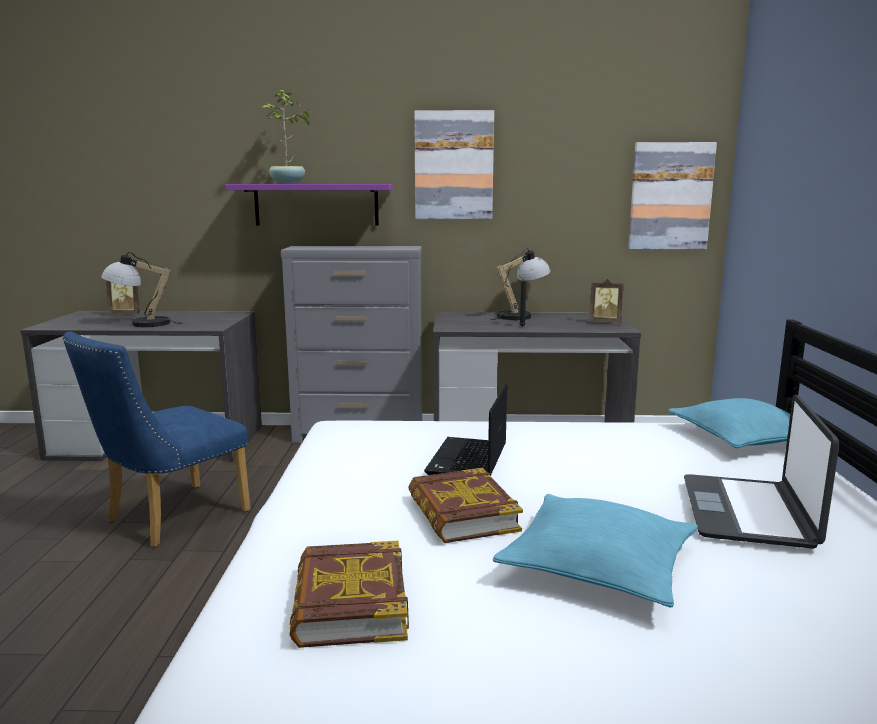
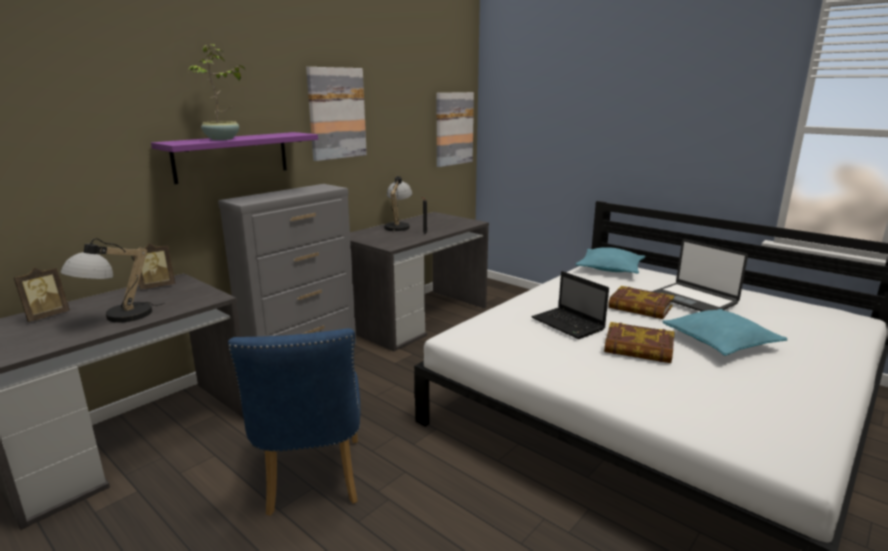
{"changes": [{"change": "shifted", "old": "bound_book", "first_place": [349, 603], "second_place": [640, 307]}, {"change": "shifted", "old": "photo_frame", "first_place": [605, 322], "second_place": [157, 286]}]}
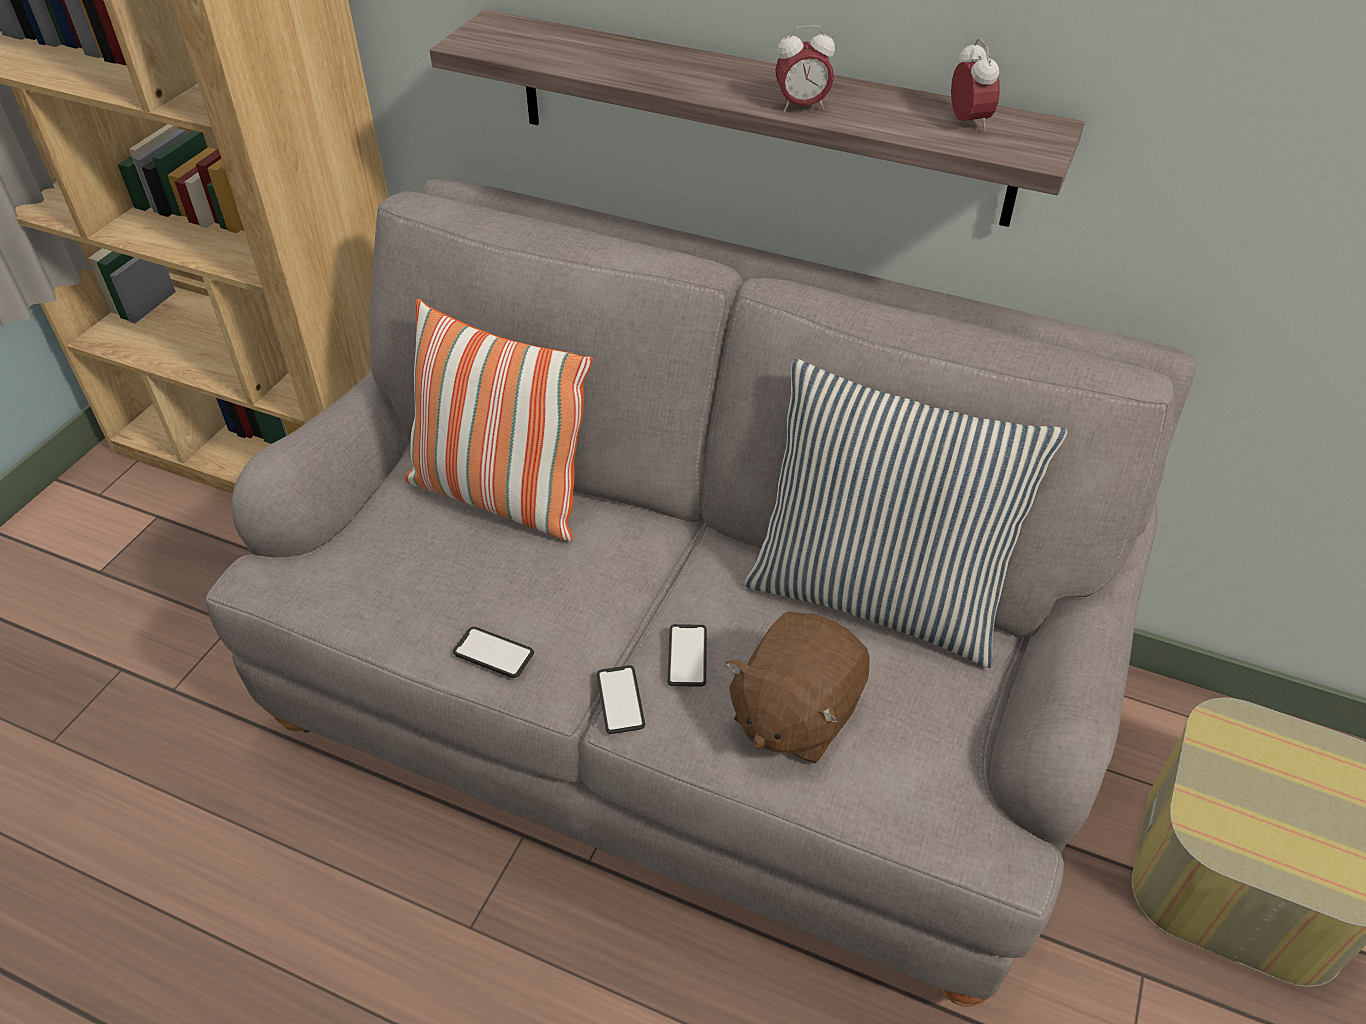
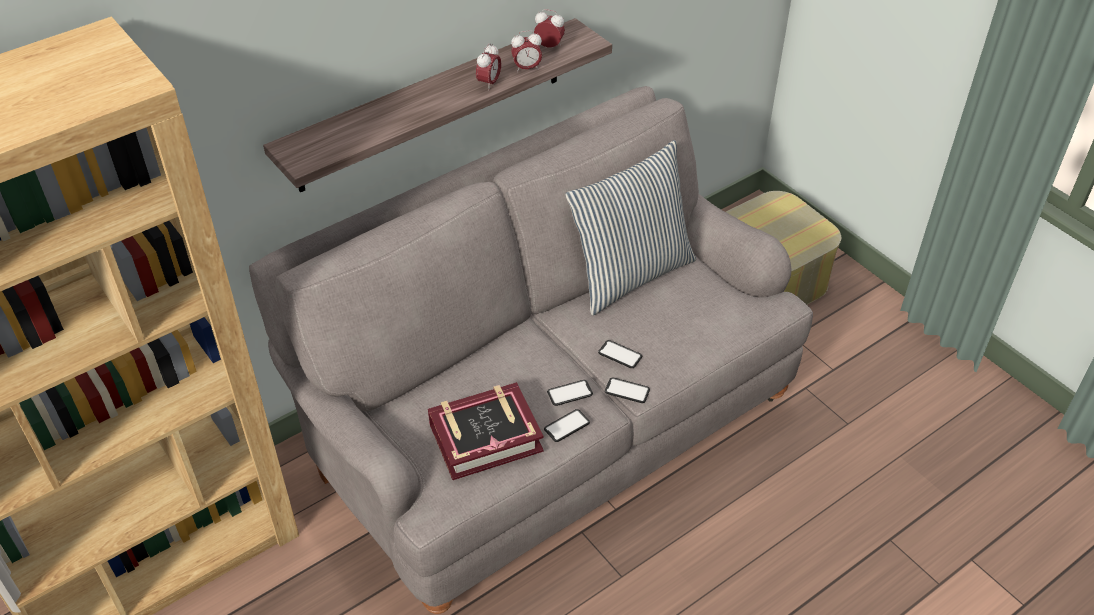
{"changes": [{"change": "gone", "old": "pillow", "first_place": [500, 496]}, {"change": "gone", "old": "brown_soft_toy", "first_place": [794, 713]}, {"change": "new", "new": "bound_book", "second_place": [485, 437]}, {"change": "new", "new": "alarm_clock", "second_place": [526, 68]}, {"change": "new", "new": "phone", "second_place": [569, 393]}]}
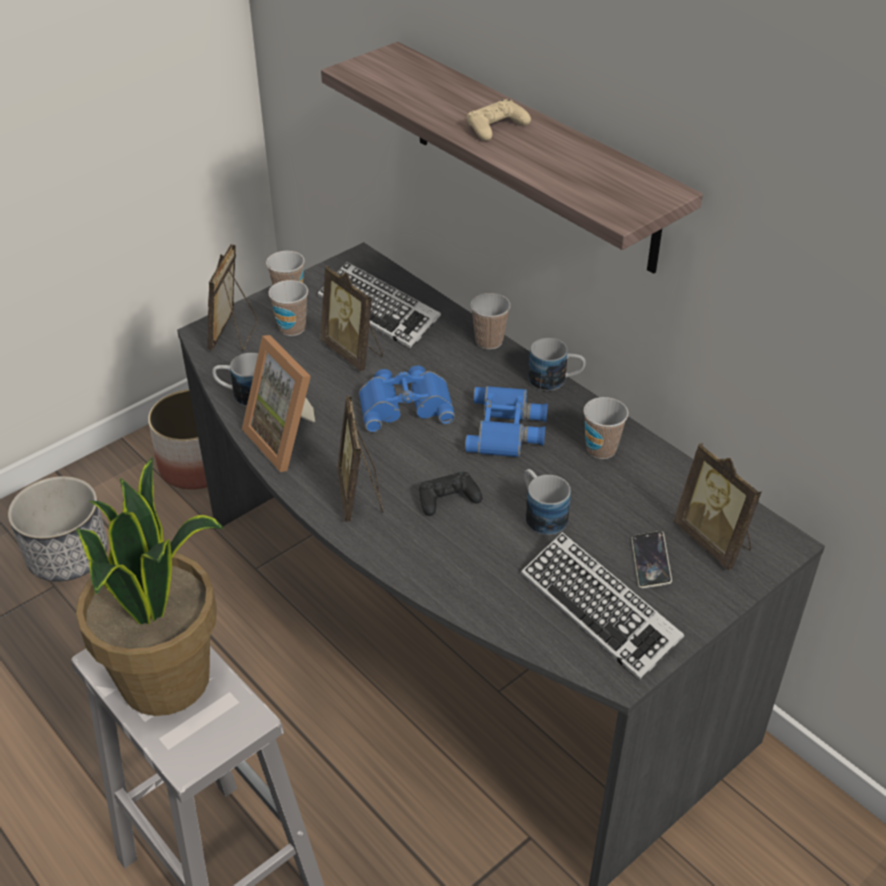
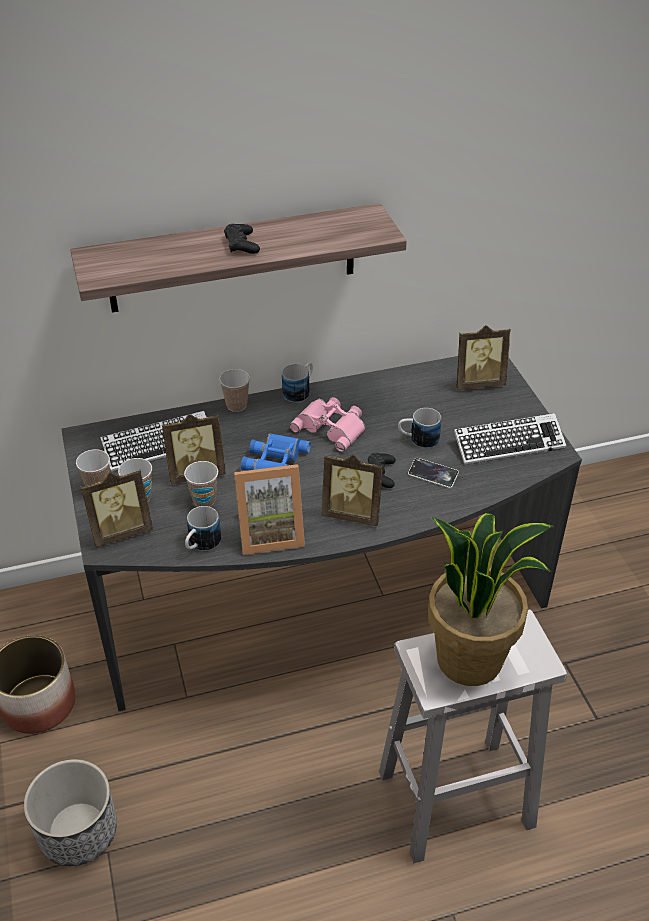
{"changes": [{"change": "shifted", "old": "cup", "first_place": [601, 449], "second_place": [204, 500]}, {"change": "shifted", "old": "phone", "first_place": [650, 562], "second_place": [433, 475]}, {"change": "repainted", "old": "blue-coloured_binoculars", "new": "pinkish_binoculars", "first_place": [508, 429], "second_place": [332, 427]}, {"change": "repainted", "old": "sand-coloured_gamepad", "new": "black_gamepad", "first_place": [496, 127], "second_place": [241, 244]}, {"change": "rotated", "old": "photo_frame", "first_place": [234, 335], "second_place": [121, 531], "degrees": -60}]}
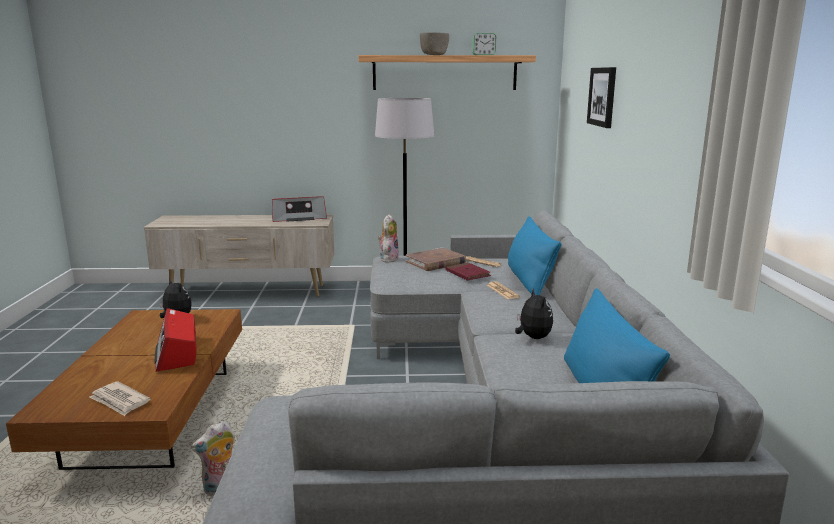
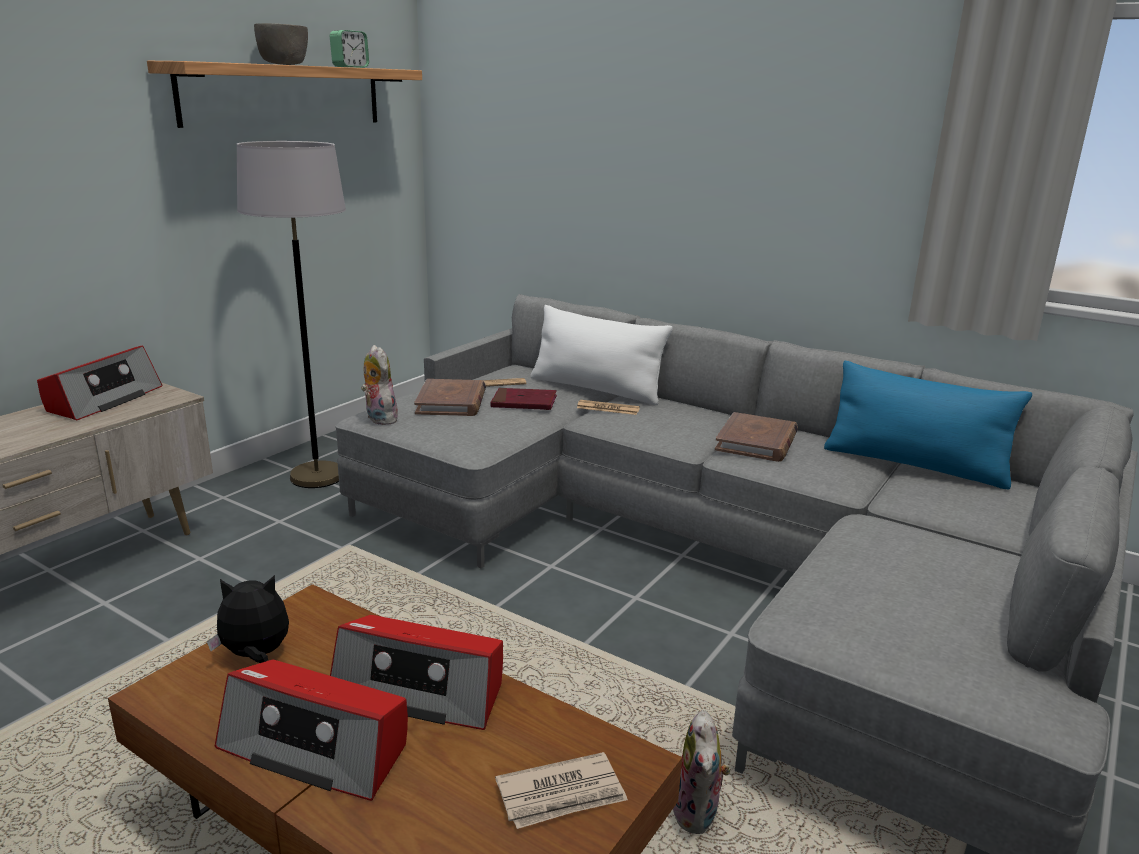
{"changes": [{"change": "gone", "old": "wall_art", "first_place": [602, 96]}, {"change": "new", "new": "radio", "second_place": [317, 746]}, {"change": "swapped", "old": "soft_toy", "new": "brown_bound_book", "first_place": [533, 337], "second_place": [756, 442]}, {"change": "repainted", "old": "blue-coloured_pillow", "new": "whitish_pillow", "first_place": [529, 281], "second_place": [596, 389]}]}
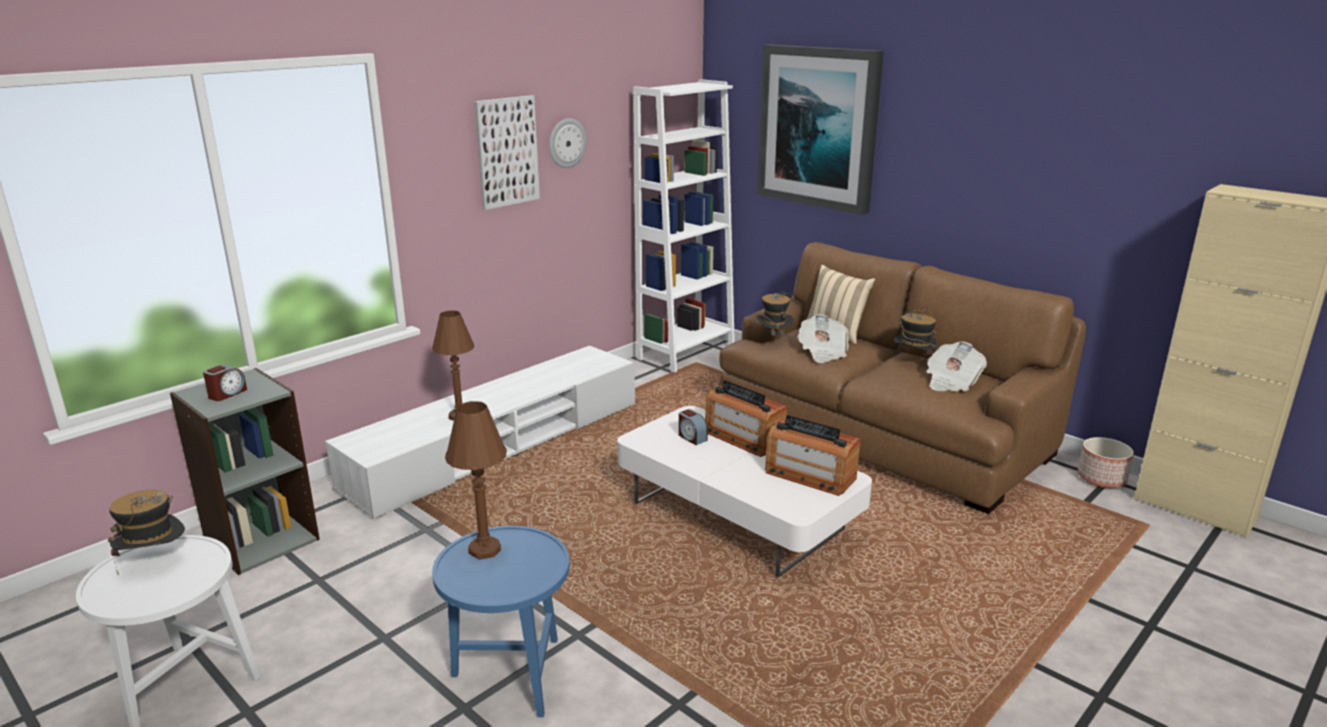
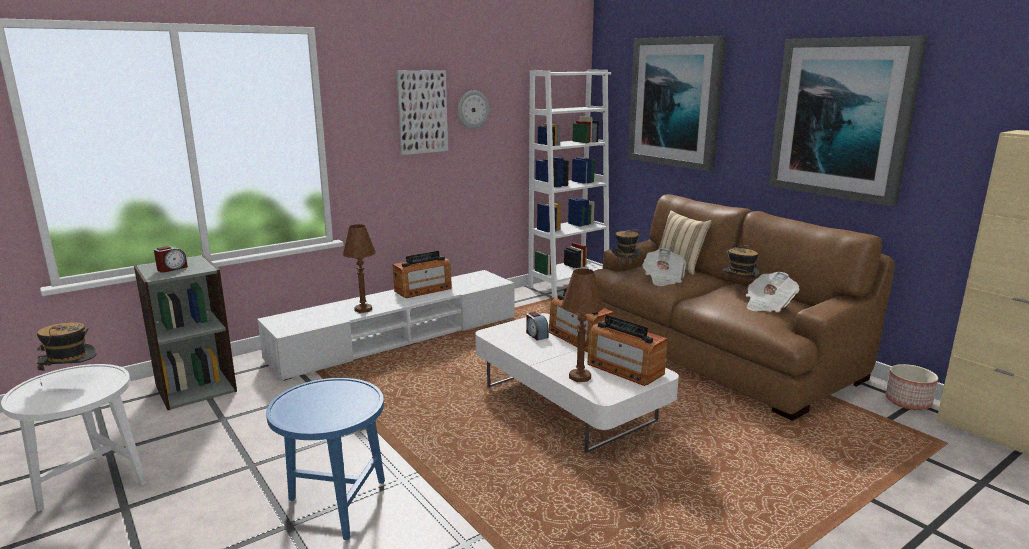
{"changes": [{"change": "new", "new": "radio", "second_place": [423, 290]}, {"change": "new", "new": "wall_art", "second_place": [842, 118]}, {"change": "shifted", "old": "brown_lamp_for_a_table", "first_place": [484, 550], "second_place": [579, 377]}]}
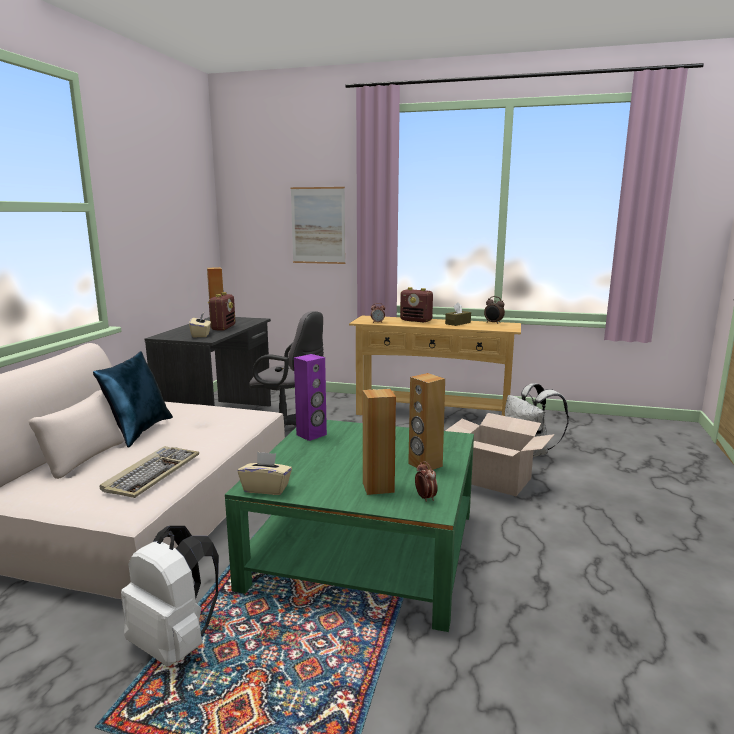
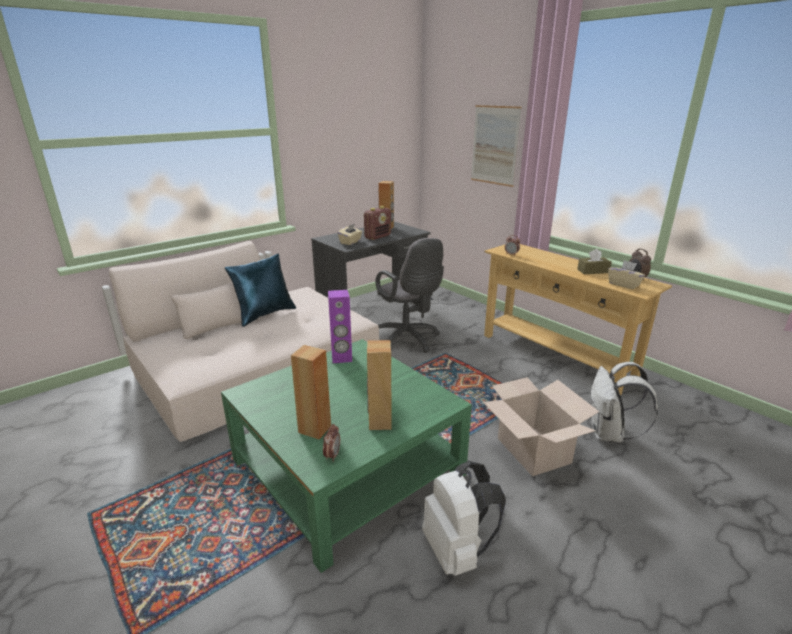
{"changes": [{"change": "gone", "old": "keyboard", "first_place": [152, 474]}, {"change": "gone", "old": "radio", "first_place": [416, 320]}, {"change": "shifted", "old": "whitish_rucksack", "first_place": [175, 643], "second_place": [457, 551]}, {"change": "shifted", "old": "sand-coloured_box_of_tissues", "first_place": [266, 488], "second_place": [624, 284]}]}
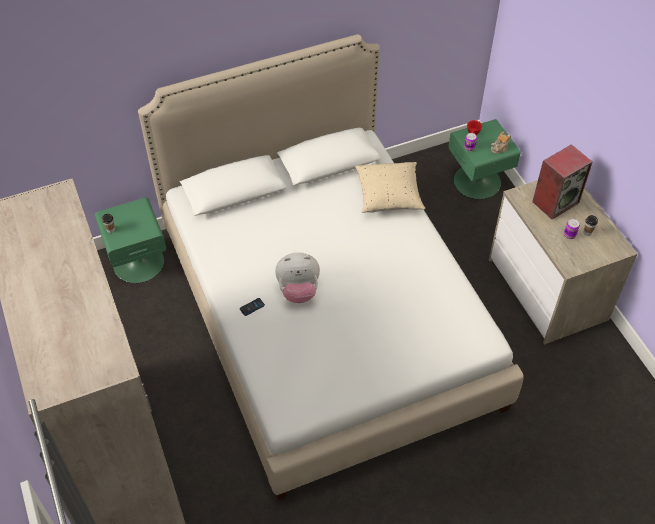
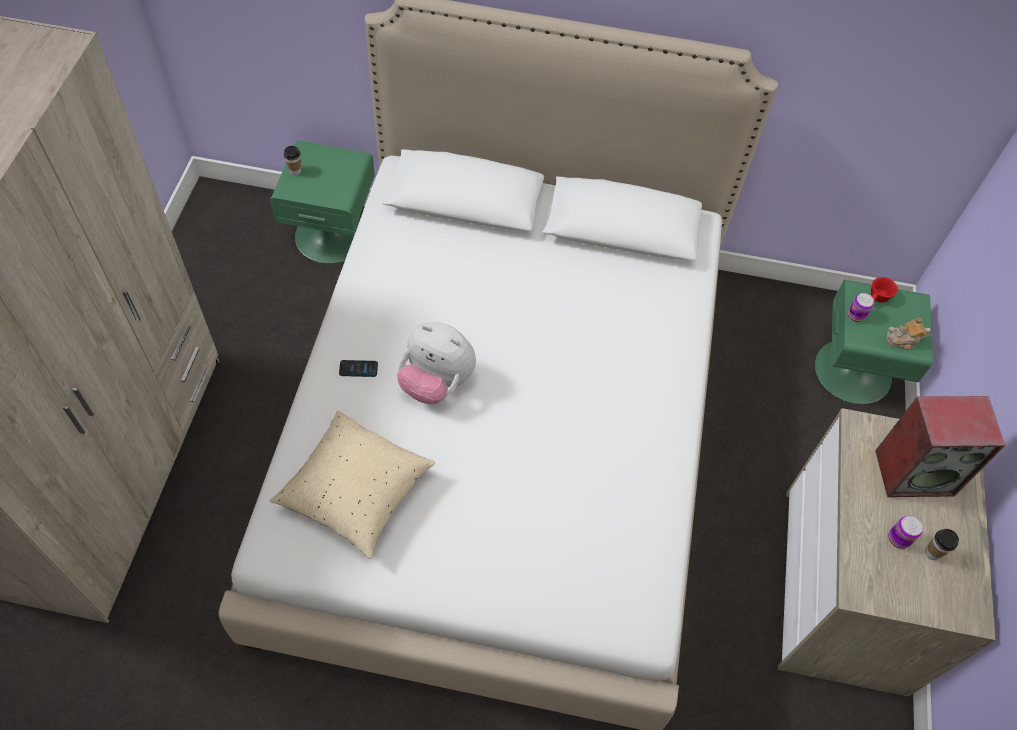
{"changes": [{"change": "shifted", "old": "sand-coloured_pillow", "first_place": [388, 196], "second_place": [356, 492]}]}
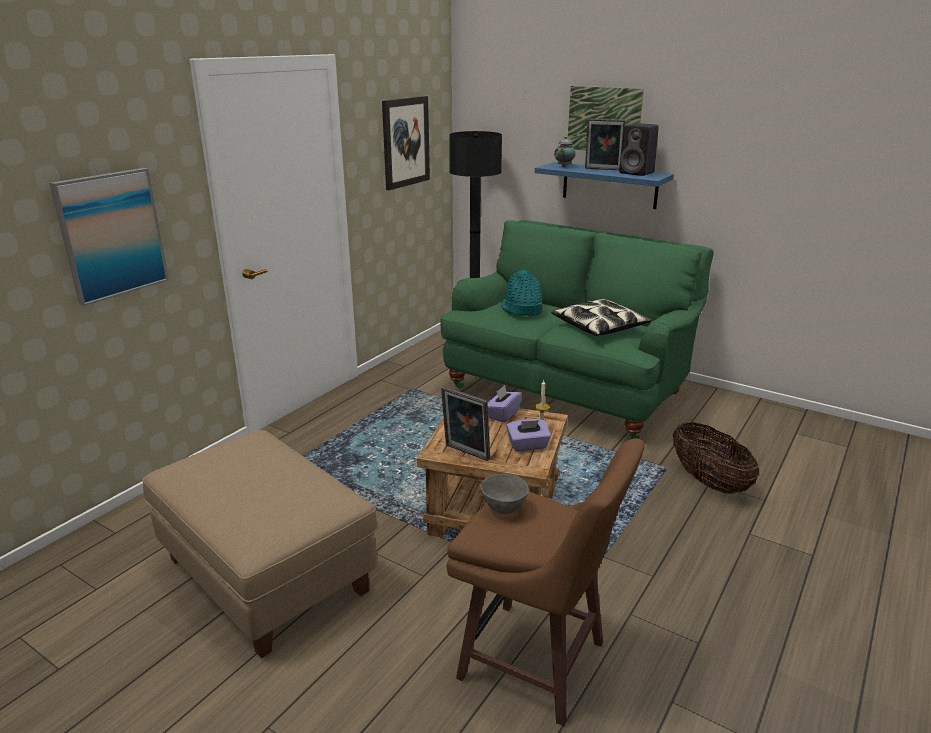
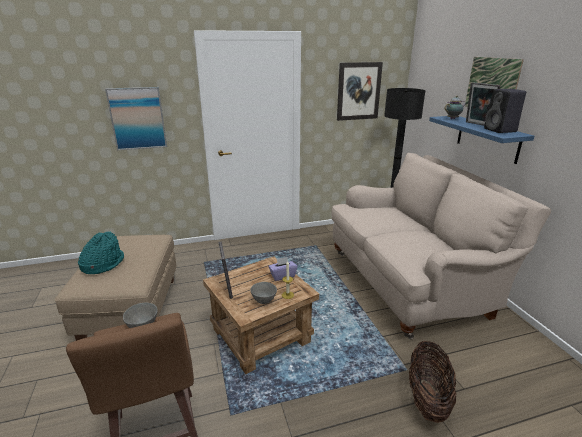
{"changes": [{"change": "gone", "old": "pillow", "first_place": [599, 326]}, {"change": "shifted", "old": "turquoise_wearable_hat", "first_place": [521, 309], "second_place": [103, 264]}, {"change": "swapped", "old": "purple_box_of_tissues", "new": "greyish_deep_dish", "first_place": [528, 446], "second_place": [264, 301]}, {"change": "repainted", "old": "greenish_couch", "new": "sand-coloured_couch", "first_place": [569, 388], "second_place": [410, 282]}]}
